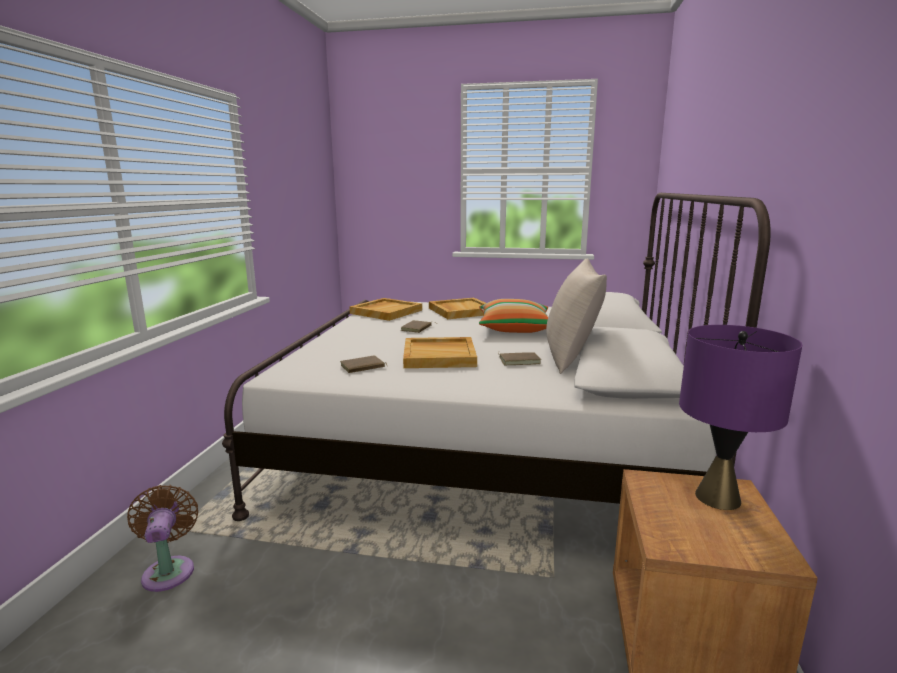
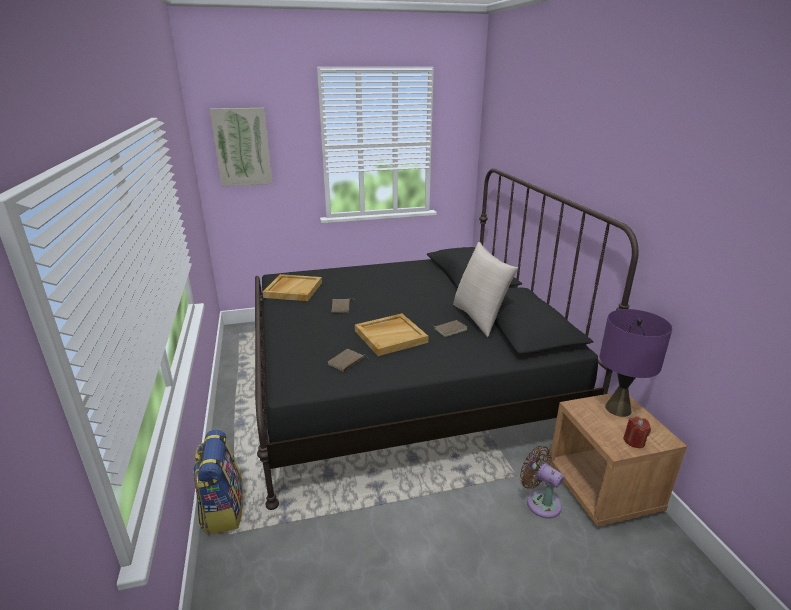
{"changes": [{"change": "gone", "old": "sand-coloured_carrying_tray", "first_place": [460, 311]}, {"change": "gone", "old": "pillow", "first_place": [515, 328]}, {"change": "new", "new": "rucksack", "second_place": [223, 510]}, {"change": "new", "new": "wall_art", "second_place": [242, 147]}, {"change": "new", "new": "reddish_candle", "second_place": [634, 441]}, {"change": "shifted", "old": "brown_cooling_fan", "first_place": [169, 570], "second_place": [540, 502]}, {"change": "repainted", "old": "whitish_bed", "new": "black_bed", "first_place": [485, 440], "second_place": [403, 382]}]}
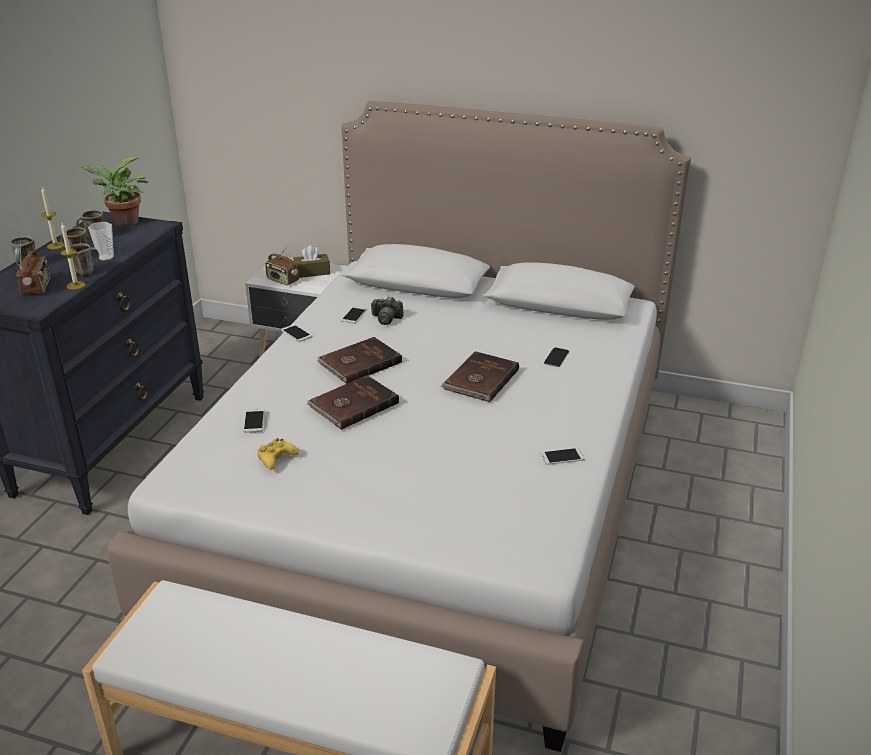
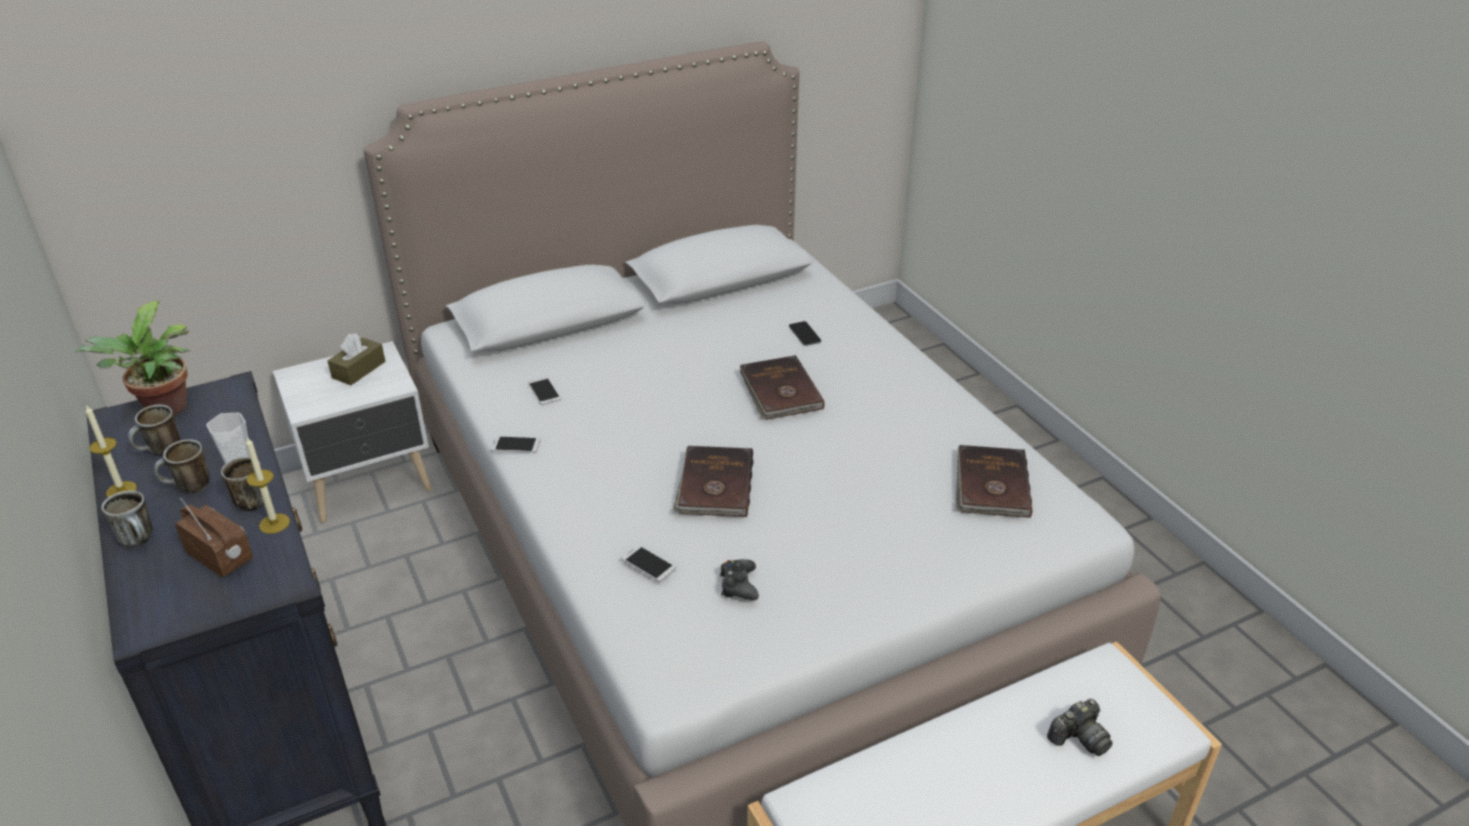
{"changes": [{"change": "gone", "old": "radio", "first_place": [282, 280]}, {"change": "gone", "old": "phone", "first_place": [562, 457]}, {"change": "shifted", "old": "brown_bound_book", "first_place": [359, 363], "second_place": [991, 485]}, {"change": "shifted", "old": "photo_camera", "first_place": [386, 319], "second_place": [1079, 738]}, {"change": "repainted", "old": "yellow-coloured_gamepad", "new": "black_gamepad", "first_place": [276, 458], "second_place": [738, 585]}]}
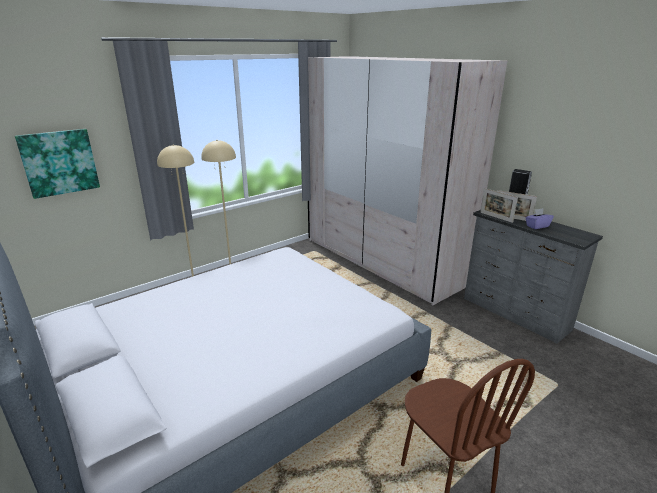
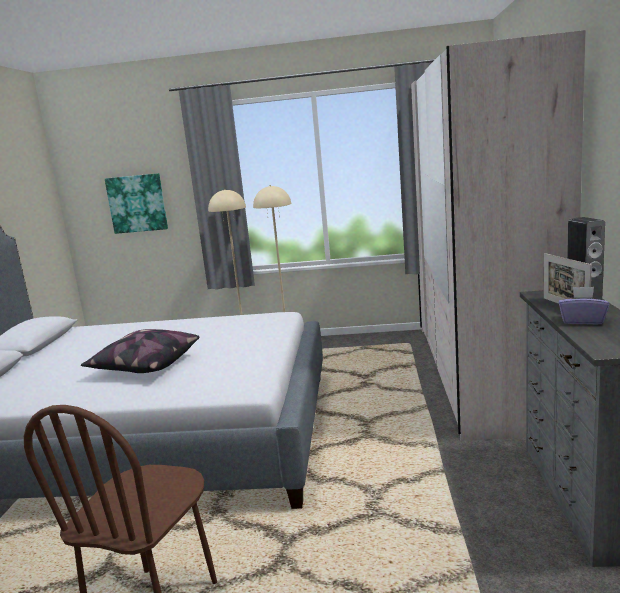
{"changes": [{"change": "gone", "old": "photo_frame", "first_place": [496, 217]}, {"change": "new", "new": "pillow", "second_place": [144, 366]}]}
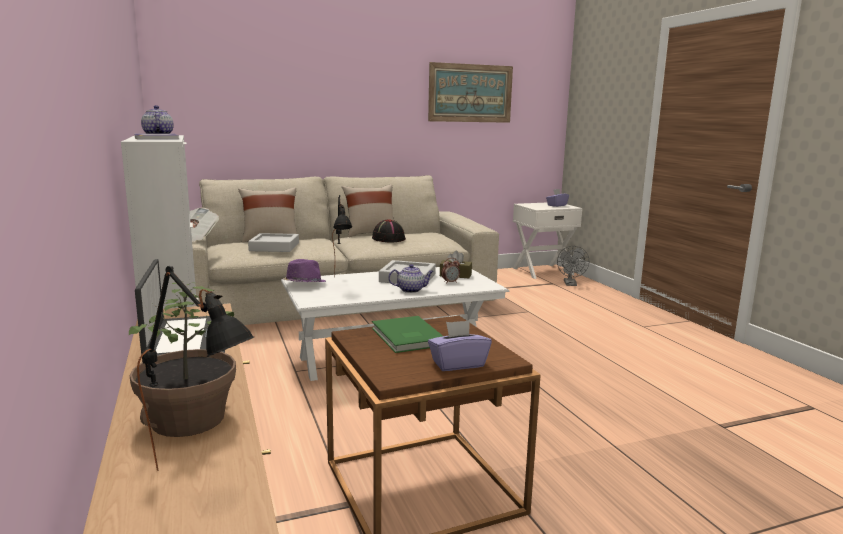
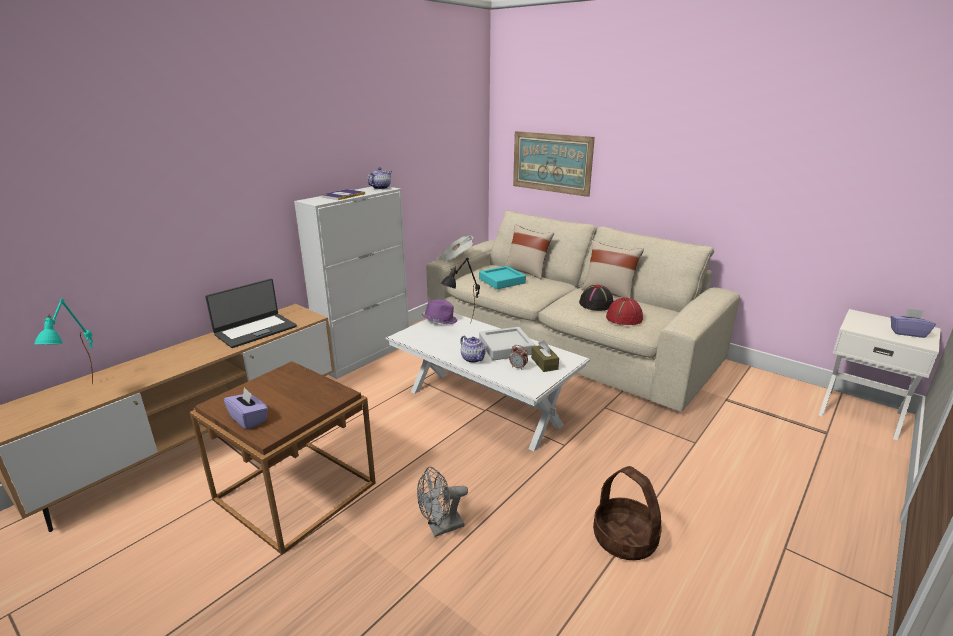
{"changes": [{"change": "gone", "old": "plant_in_a_pot", "first_place": [188, 419]}, {"change": "gone", "old": "greenish_bound_book", "first_place": [406, 337]}, {"change": "new", "new": "household_basket", "second_place": [625, 539]}, {"change": "new", "new": "reddish_wearable_hat", "second_place": [624, 318]}, {"change": "shifted", "old": "wall_art", "first_place": [470, 93], "second_place": [551, 163]}, {"change": "shifted", "old": "greyish_cooling_fan", "first_place": [571, 284], "second_place": [441, 528]}, {"change": "repainted", "old": "black_lamp_for_a_table", "new": "turquoise_lamp_for_a_table", "first_place": [204, 475], "second_place": [87, 395]}, {"change": "repainted", "old": "greyish_carrying_tray", "new": "turquoise_carrying_tray", "first_place": [274, 247], "second_place": [502, 281]}]}
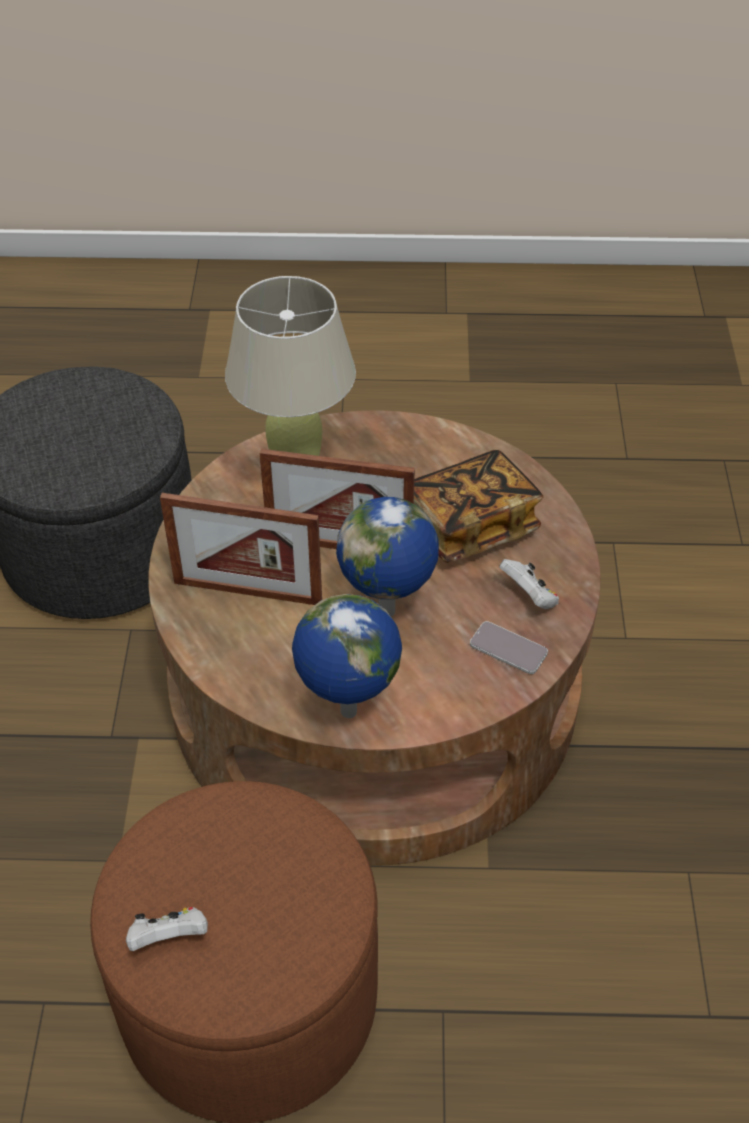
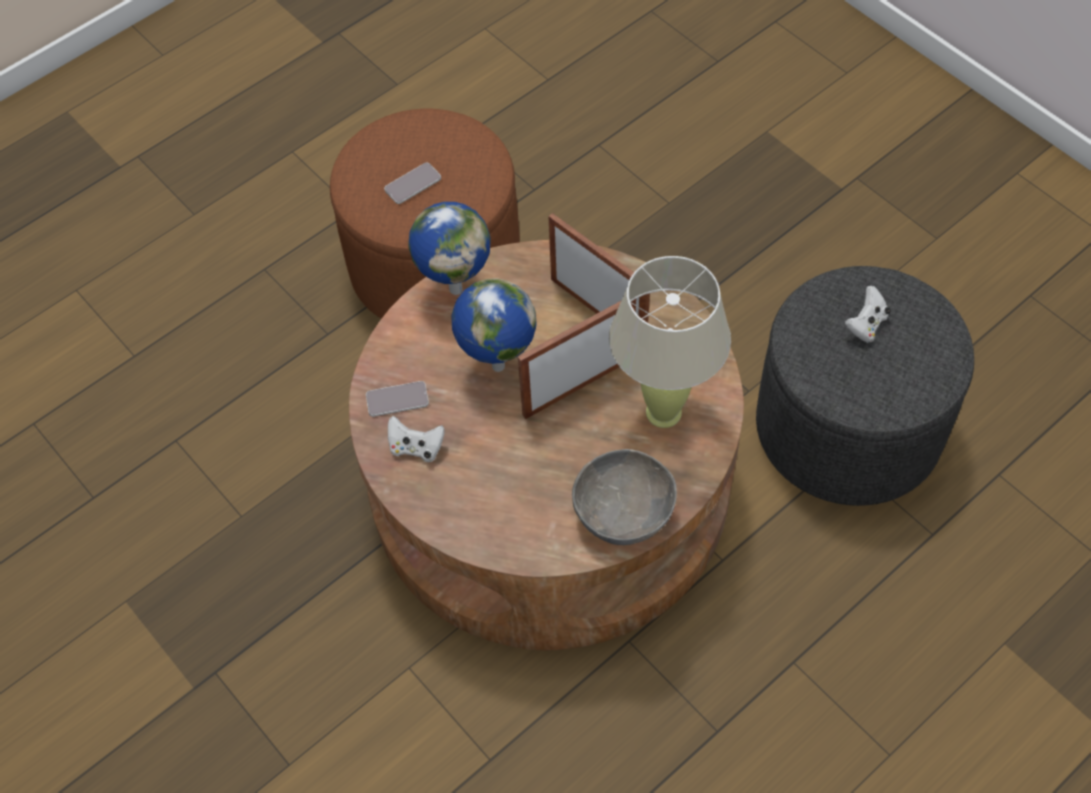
{"changes": [{"change": "gone", "old": "bound_book", "first_place": [468, 525]}, {"change": "new", "new": "phone", "second_place": [413, 184]}, {"change": "new", "new": "greyish_deep_dish", "second_place": [624, 512]}, {"change": "shifted", "old": "whitish_gamepad", "first_place": [169, 938], "second_place": [866, 325]}, {"change": "rotated", "old": "photo_frame", "first_place": [247, 592], "second_place": [598, 312], "degrees": 75}]}
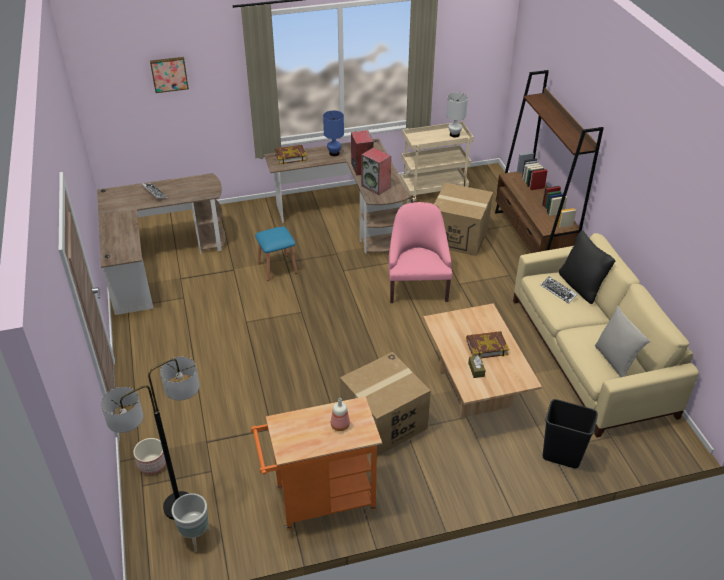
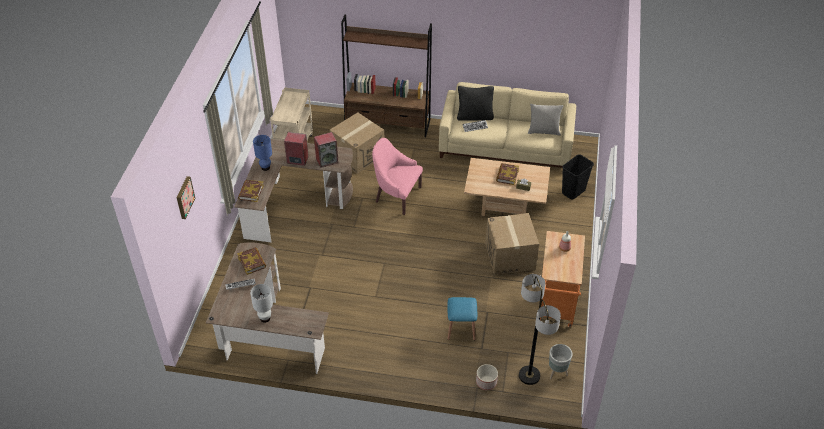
{"changes": [{"change": "new", "new": "bound_book", "second_place": [252, 262]}, {"change": "shifted", "old": "blue-coloured_stool_seat", "first_place": [277, 268], "second_place": [461, 329]}, {"change": "shifted", "old": "whitish_lamp_for_a_table", "first_place": [454, 134], "second_place": [265, 318]}]}
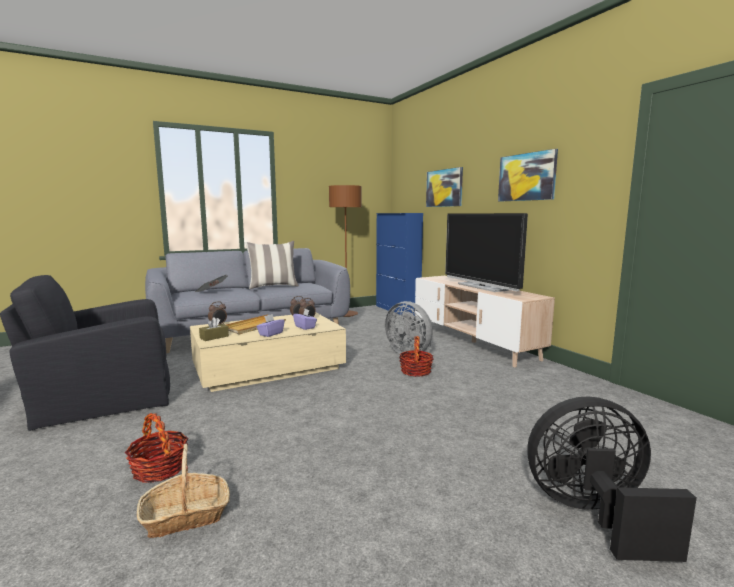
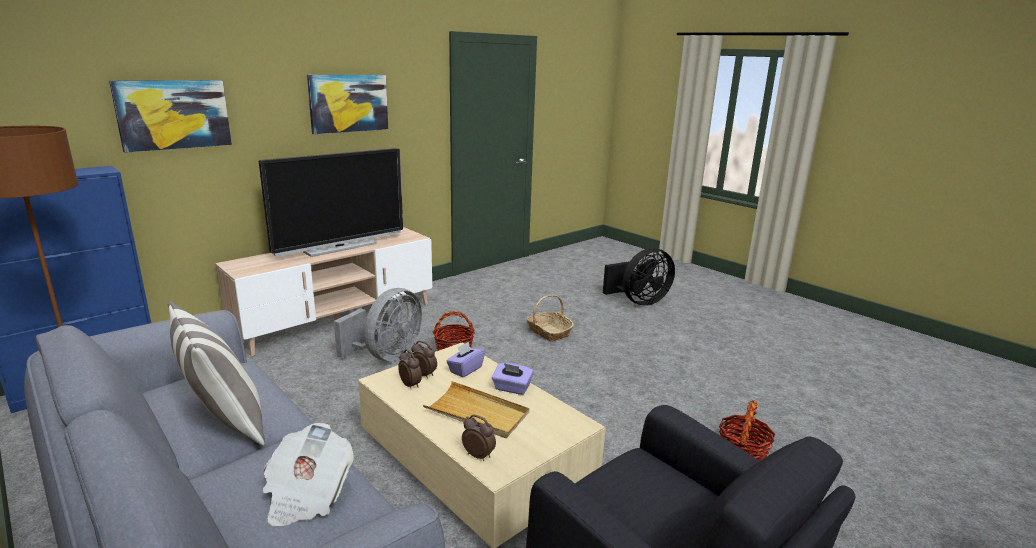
{"changes": [{"change": "gone", "old": "brown_box_of_tissues", "first_place": [214, 337]}, {"change": "shifted", "old": "household_basket", "first_place": [186, 515], "second_place": [548, 332]}, {"change": "rotated", "old": "black_cooling_fan", "first_place": [593, 515], "second_place": [639, 301], "degrees": -105}]}
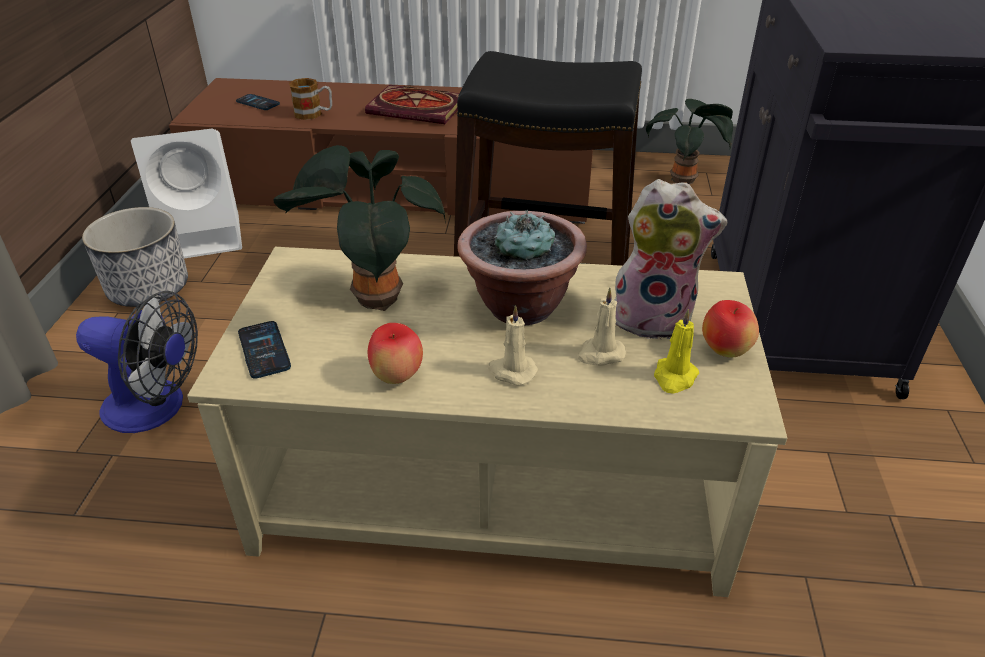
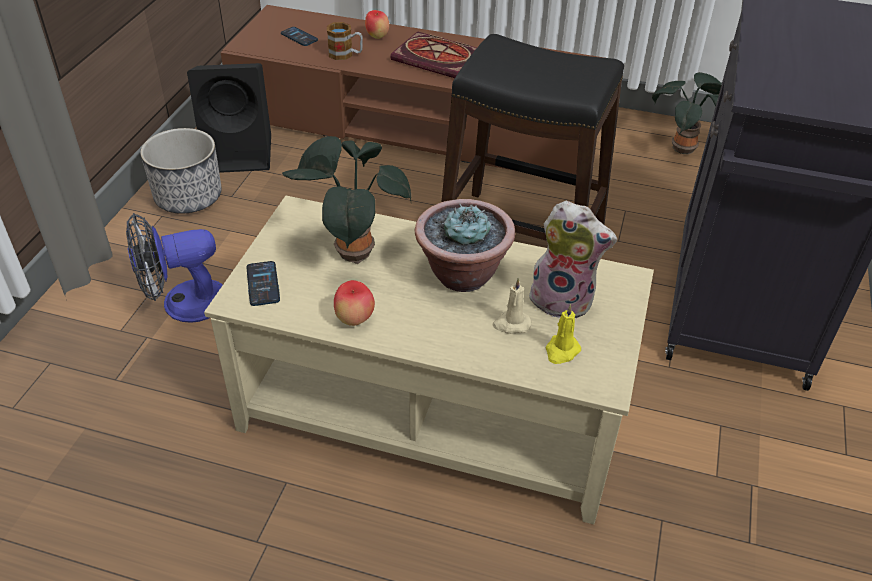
{"changes": [{"change": "gone", "old": "sand-coloured_candle", "first_place": [511, 371]}, {"change": "shifted", "old": "whole_apple", "first_place": [725, 351], "second_place": [377, 37]}, {"change": "repainted", "old": "whitish_speaker", "new": "black_speaker", "first_place": [206, 236], "second_place": [241, 153]}, {"change": "rotated", "old": "cooling_fan", "first_place": [156, 408], "second_place": [183, 303], "degrees": 135}]}
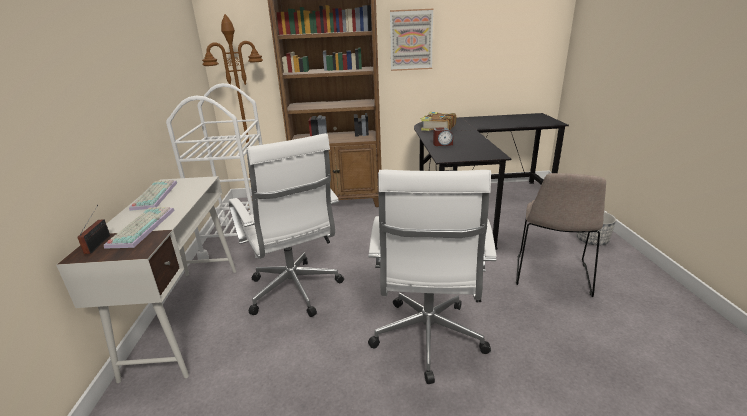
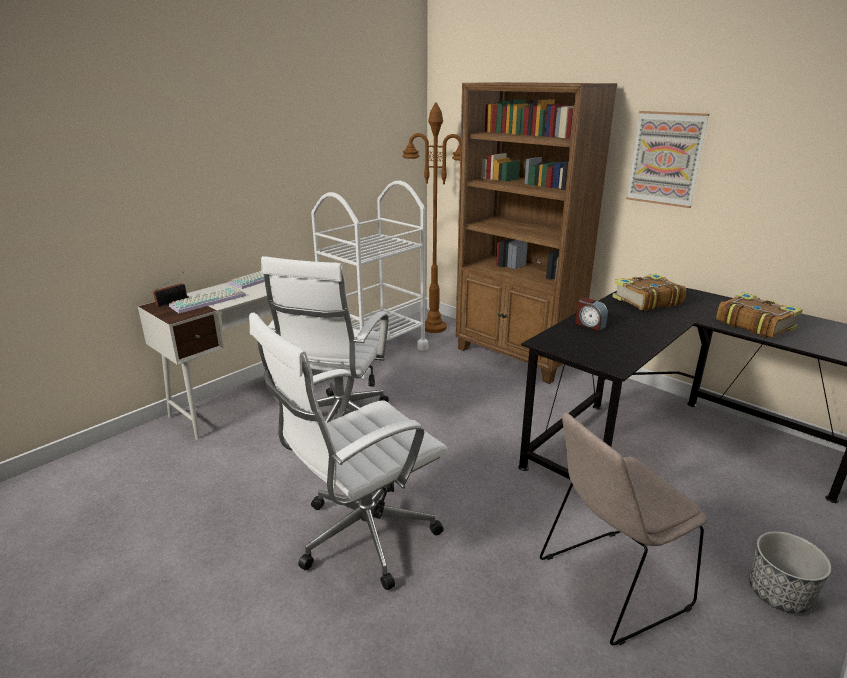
{"changes": [{"change": "new", "new": "bound_book", "second_place": [754, 324]}]}
